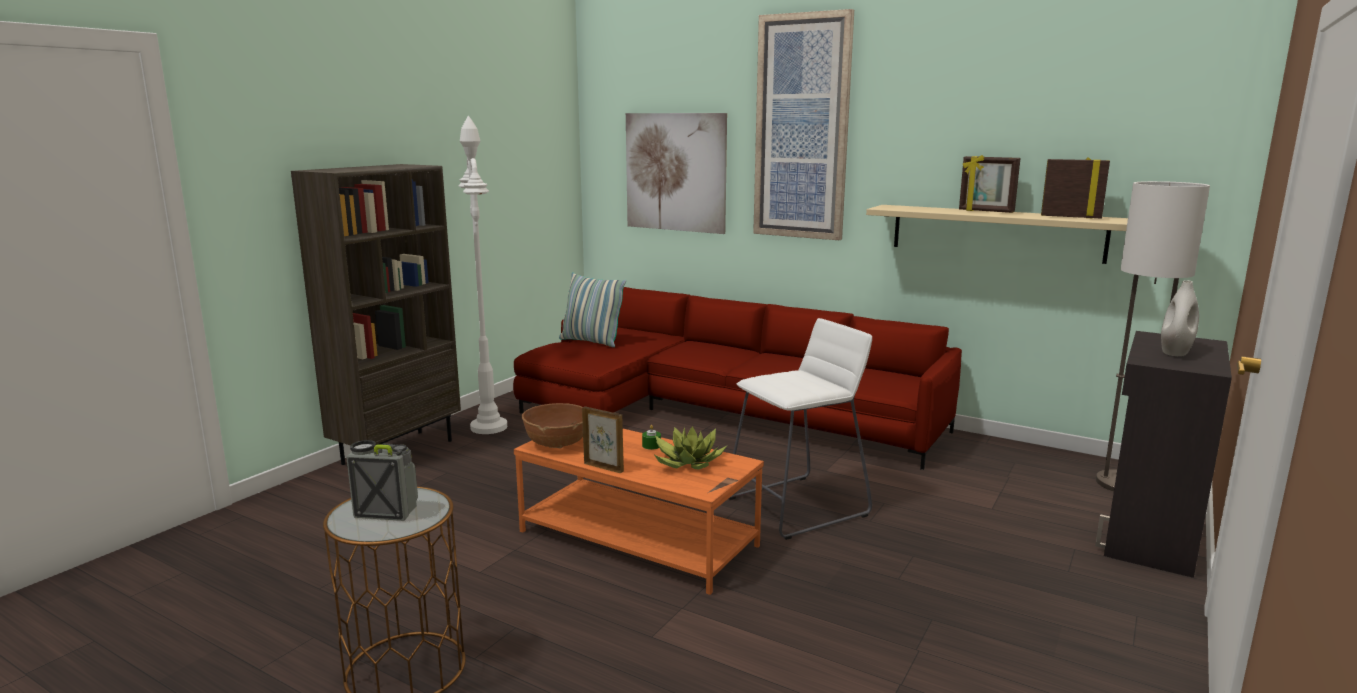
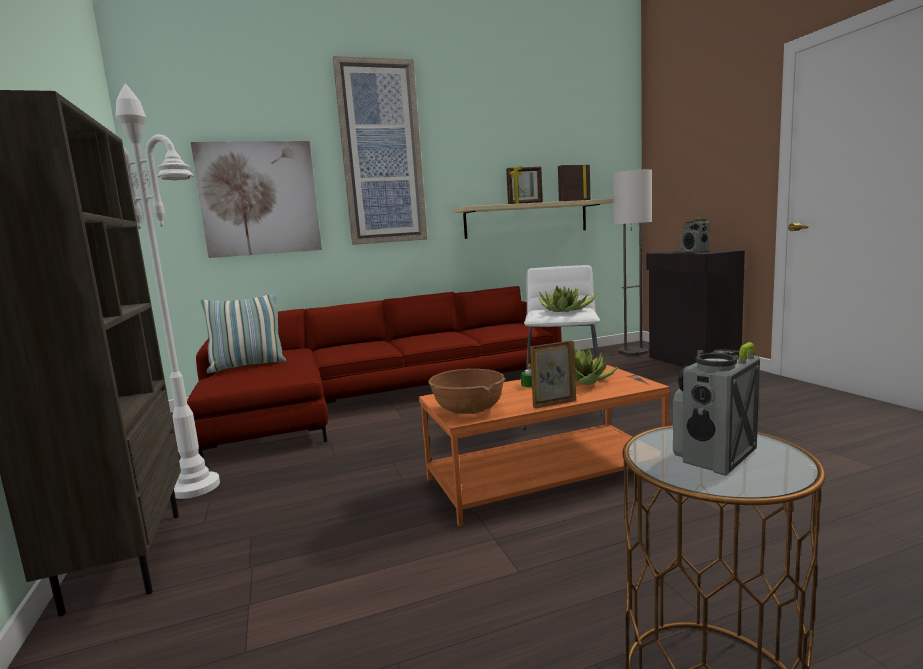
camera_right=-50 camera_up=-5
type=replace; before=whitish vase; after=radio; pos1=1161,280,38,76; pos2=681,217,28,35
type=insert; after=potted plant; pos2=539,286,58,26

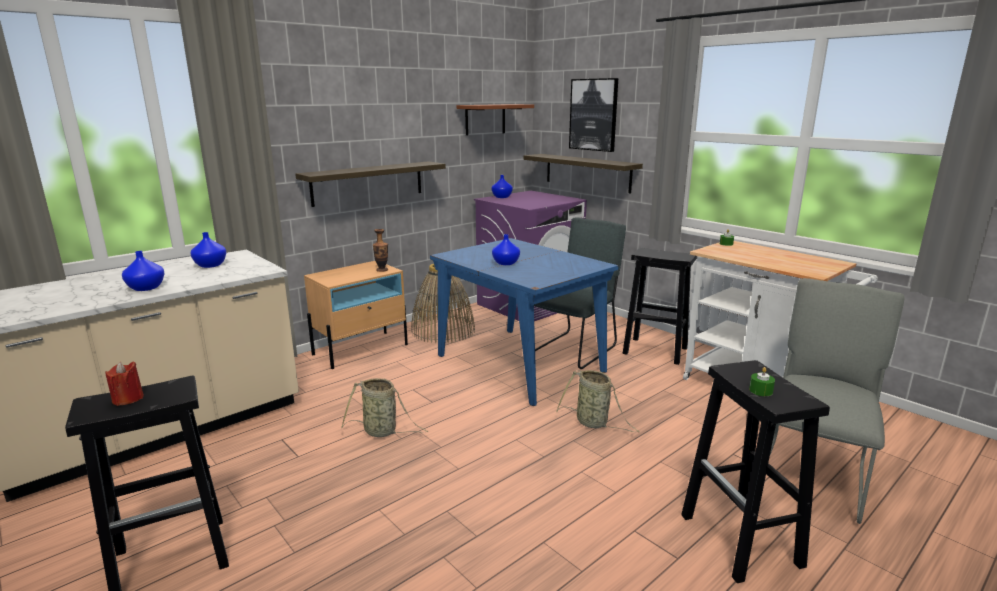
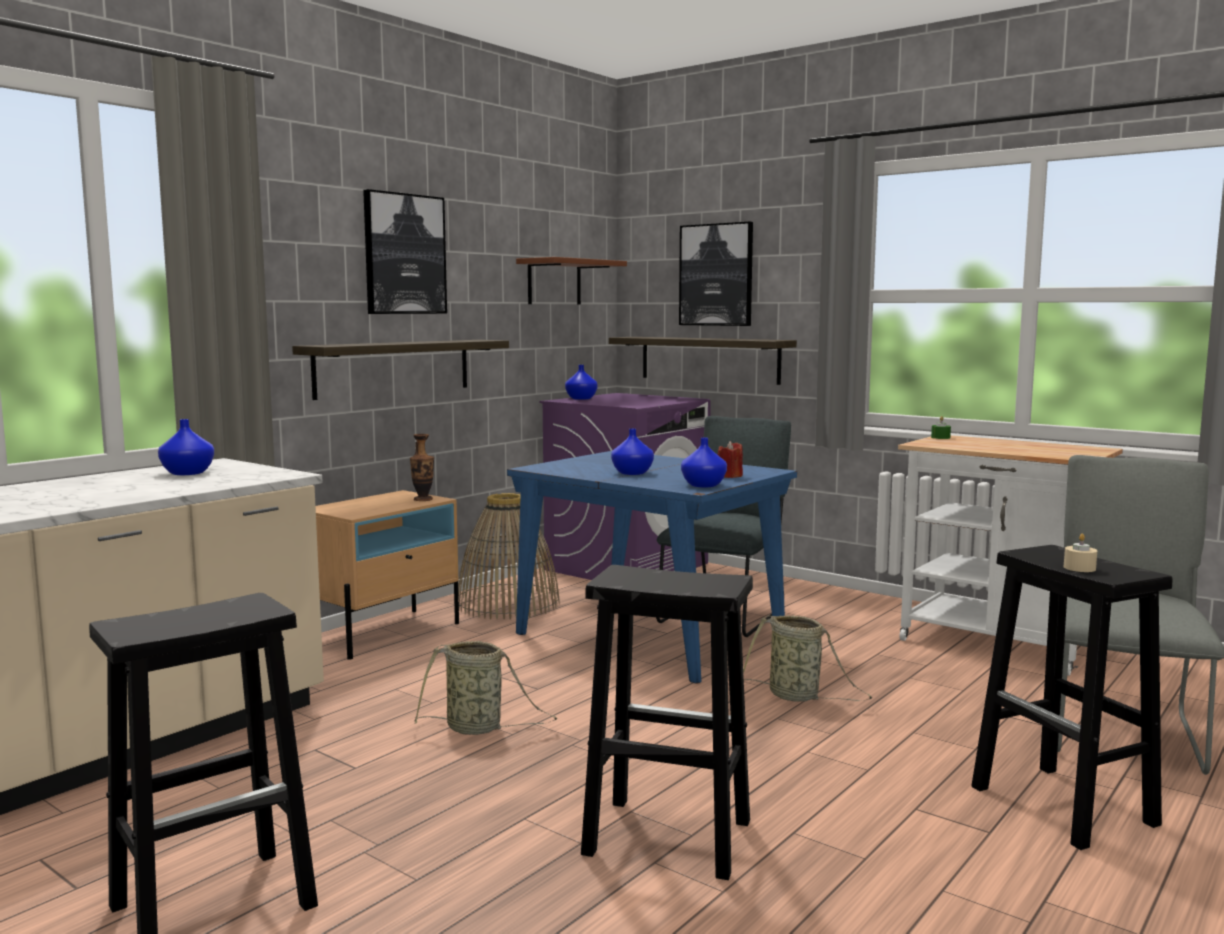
camera_right=-10 camera_up=-10
type=move; before=black-coloured stool seat; pos1=623,248,74,117; pos2=581,565,172,315
type=move; before=blue-coloured vase; pos1=122,251,42,40; pos2=681,438,46,50
type=move; before=red-coloured wax candle; pos1=105,361,39,45; pos2=717,441,26,37
type=recolor; before=green wax candle; after=beige wax candle; pos1=749,367,26,29; pos2=1064,534,33,38
type=insert; after=wall art; pos2=363,189,84,125

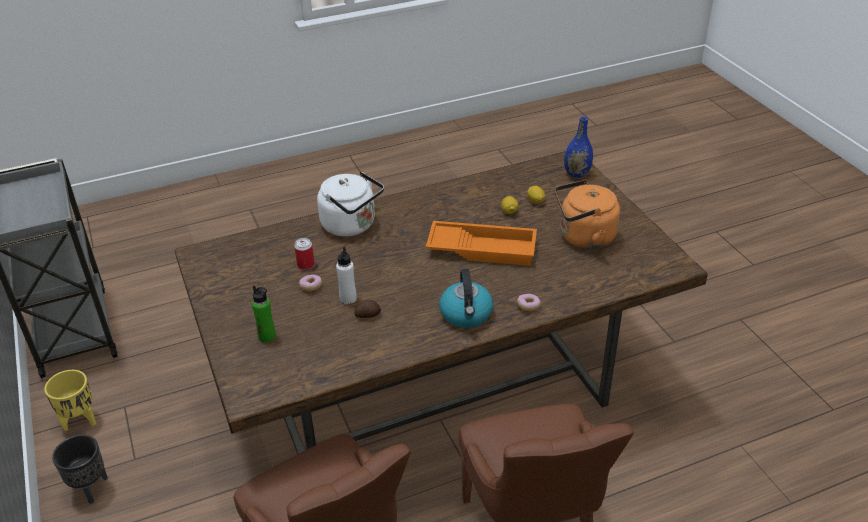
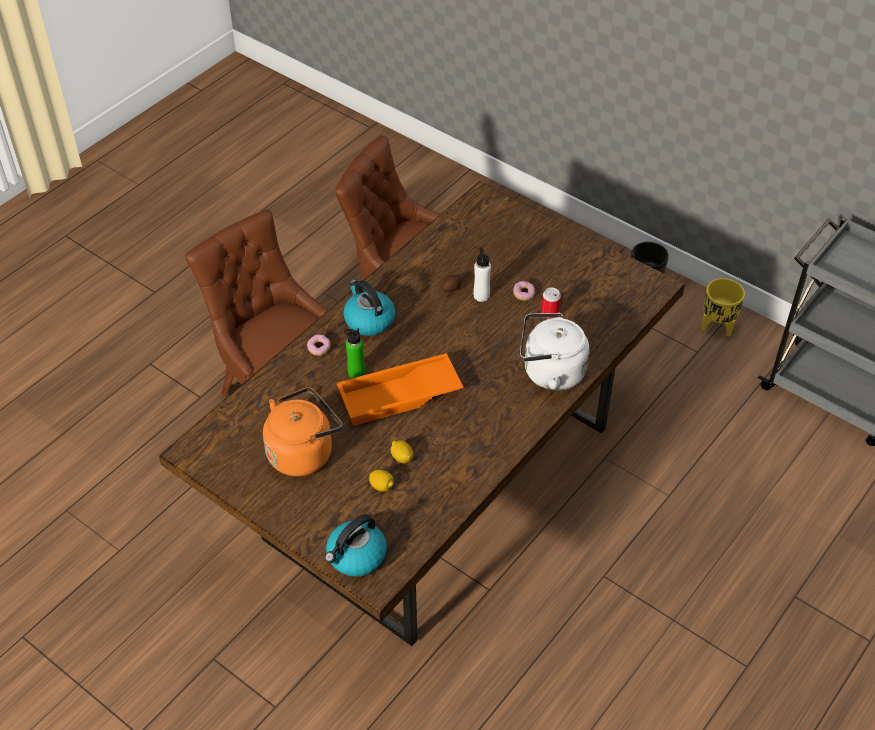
camera_right=150 camera_up=10
type=replace; before=blue-coloured vase; after=kettle; pos1=564,116,29,62; pos2=325,514,62,63
type=move; before=green bottle; pos1=252,285,24,58; pos2=344,329,21,49

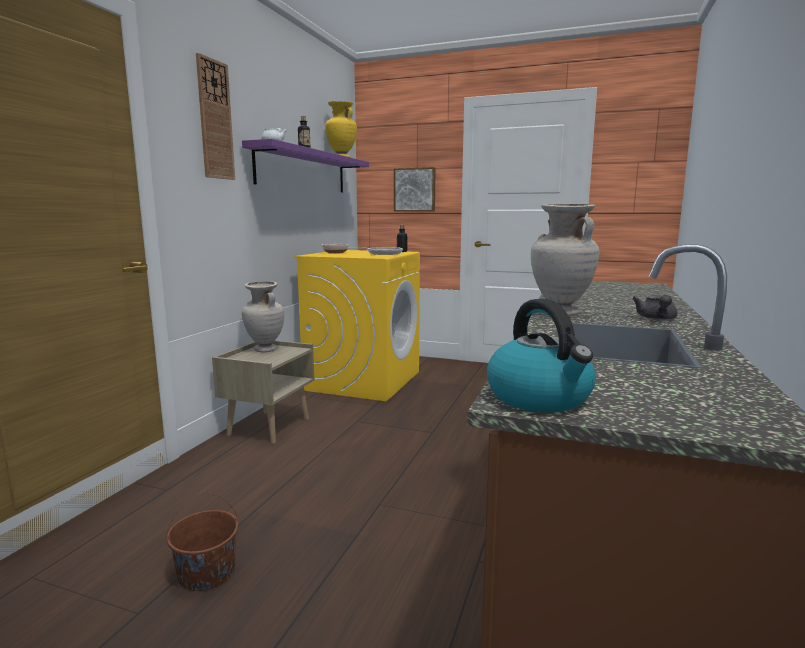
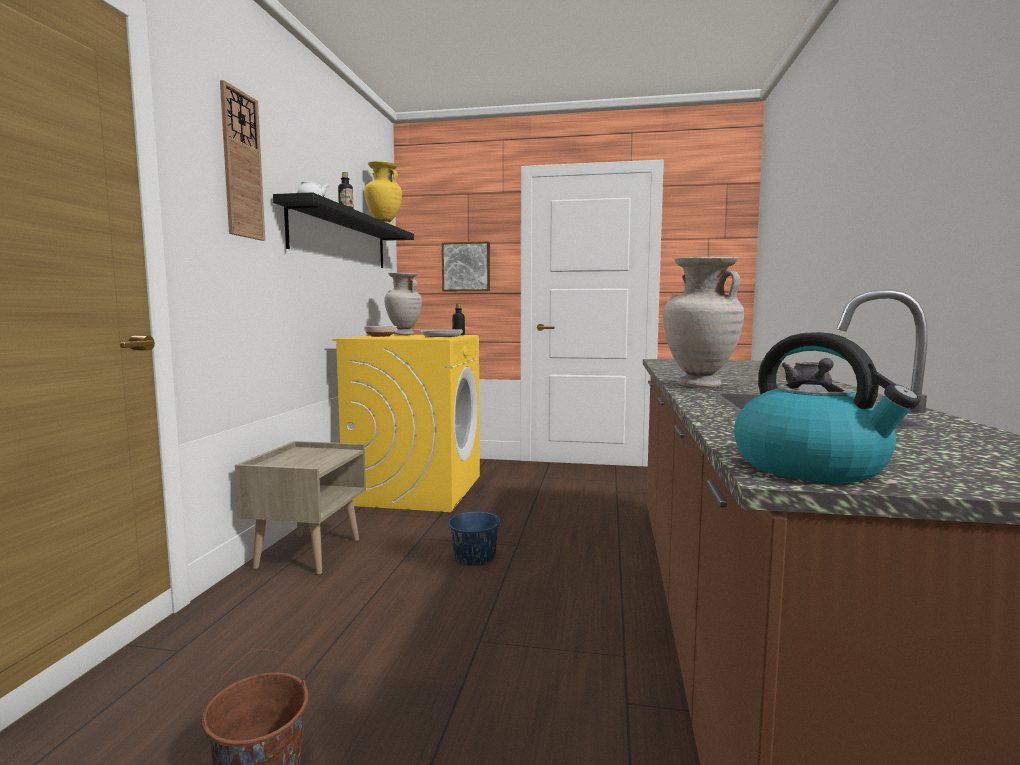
camera_right=-10 camera_up=-5
type=recolor; before=purple bracket shelf; after=black-coloured bracket shelf; pos1=242,139,127,53; pos2=273,192,141,76
type=move; before=beige vase; pos1=242,281,42,71; pos2=384,272,38,63
type=insert; after=blue-coloured water bucket; pos2=448,492,52,74

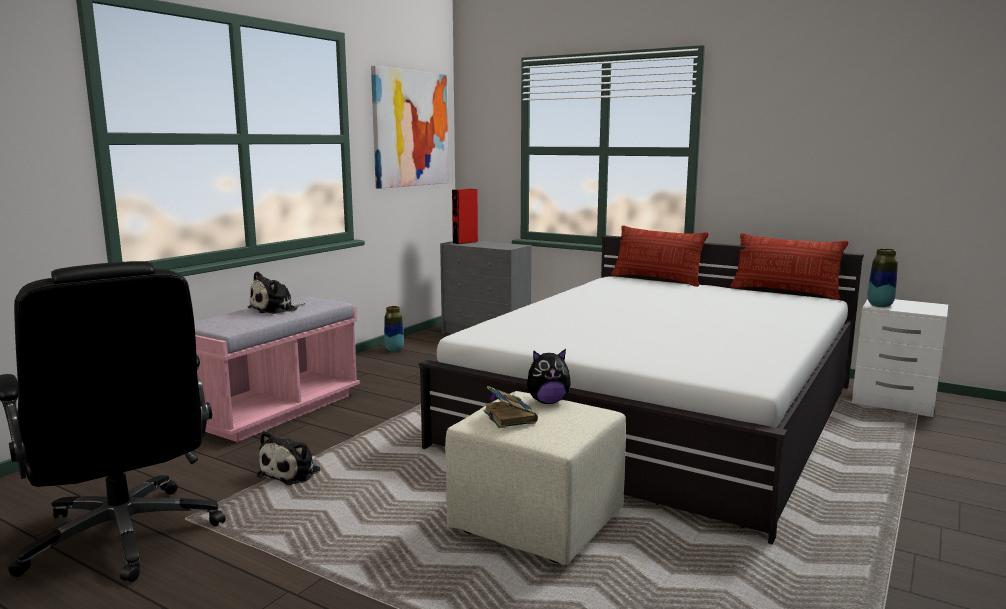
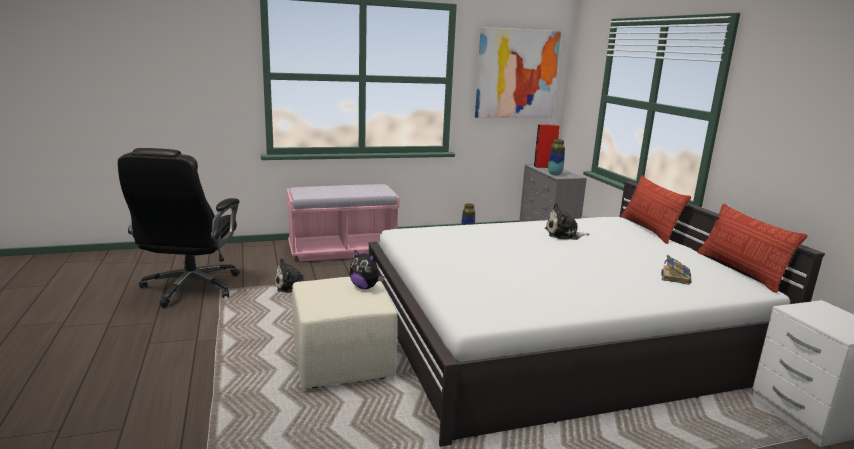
camera_right=40 camera_up=5
type=move; before=vase; pos1=867,248,31,59; pos2=548,139,17,36
type=move; before=soft toy; pos1=247,271,58,43; pos2=545,203,44,37
type=move; before=bound book; pos1=483,386,55,42; pos2=661,254,30,31

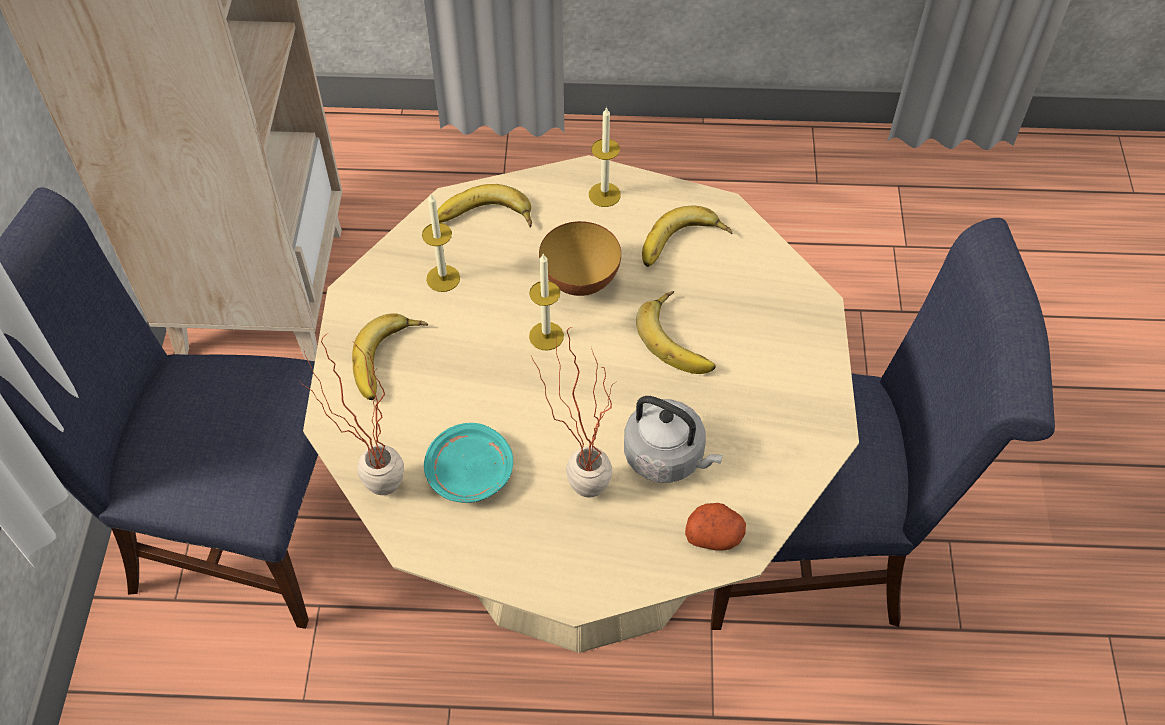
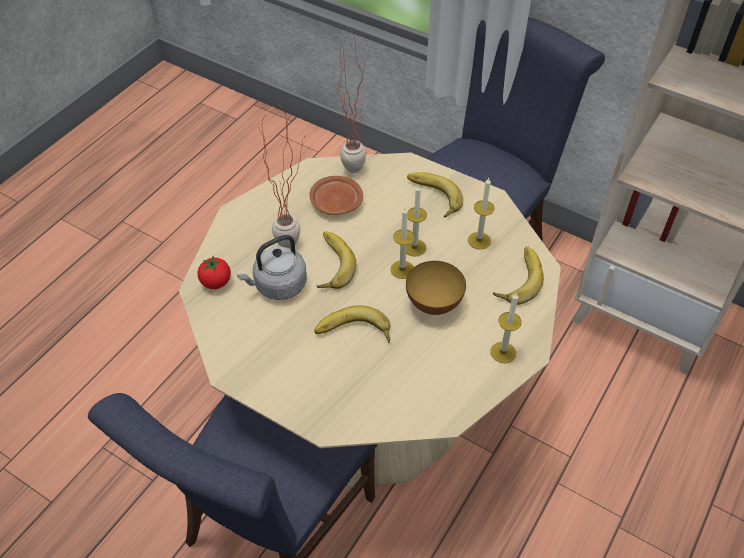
camera_right=120 camera_up=-5
type=move; before=banana fruit; pos1=642,205,90,62; pos2=317,231,39,58
type=recolor; before=turquoise-coloured dinner plate; after=brownish dinner plate; pos1=424,423,89,80; pos2=310,176,53,39
type=replace; before=spud; after=fresh tomato; pos1=685,503,61,47; pos2=197,256,34,33
type=insert; after=wax candle; pos2=406,184,21,73

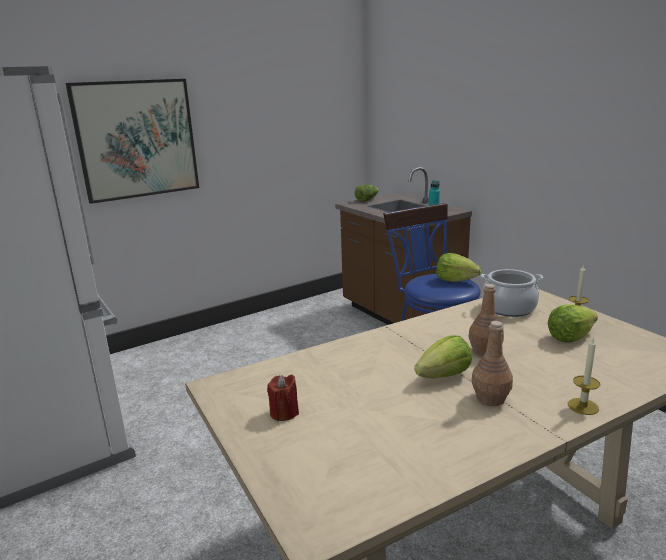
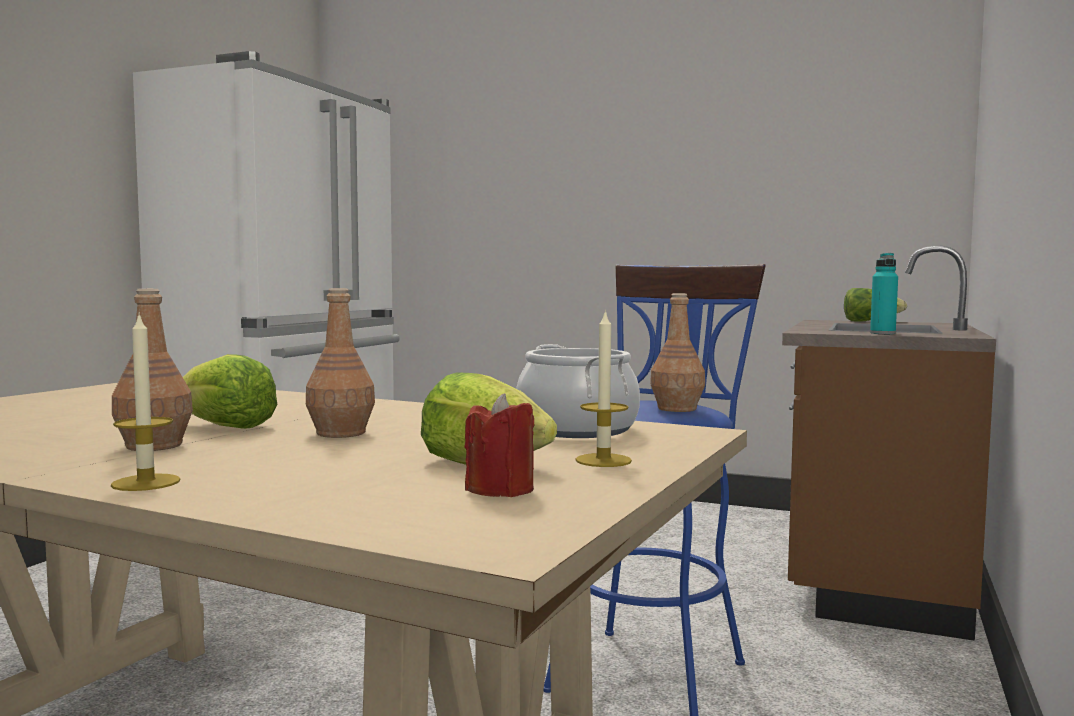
camera_right=55 camera_up=-15
type=delete; before=wall art; pos1=66,79,133,125
type=replace; before=lettuce head; after=brownish bottle; pos1=436,253,45,29; pos2=650,293,55,119
type=move; before=red-coloured wax candle; pos1=267,375,32,46; pos2=464,393,70,104

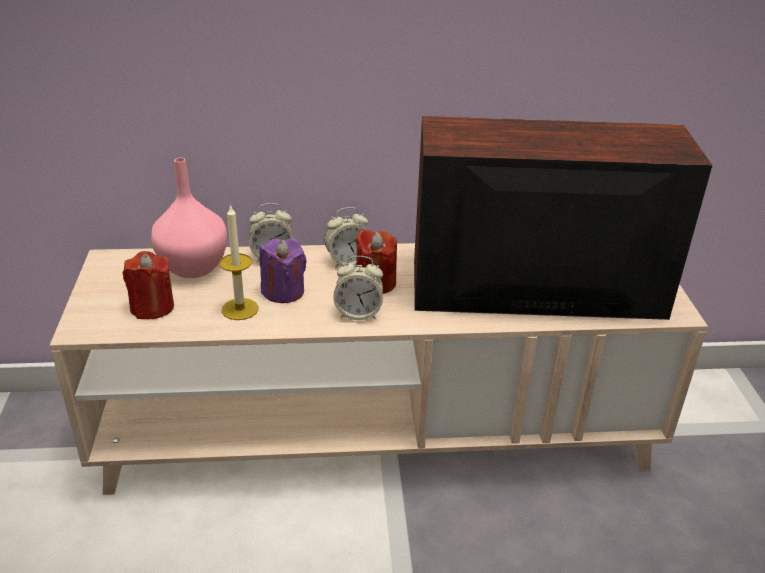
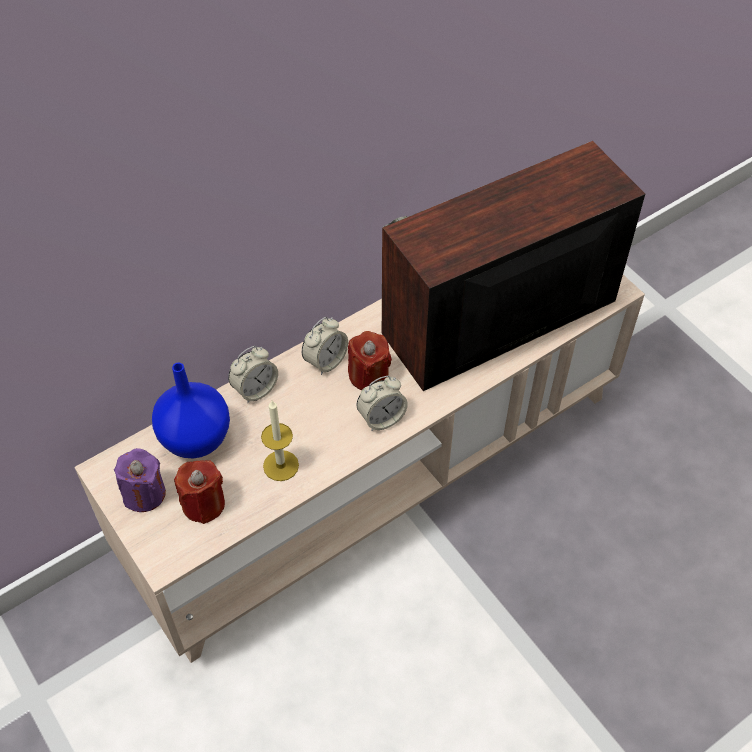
camera_right=-30 camera_up=20
type=recolor; before=pink vase; after=blue-coloured vase; pos1=151,158,76,120; pos2=152,363,78,95
type=move; before=purple wax candle; pos1=259,238,48,65; pos2=114,448,52,64

